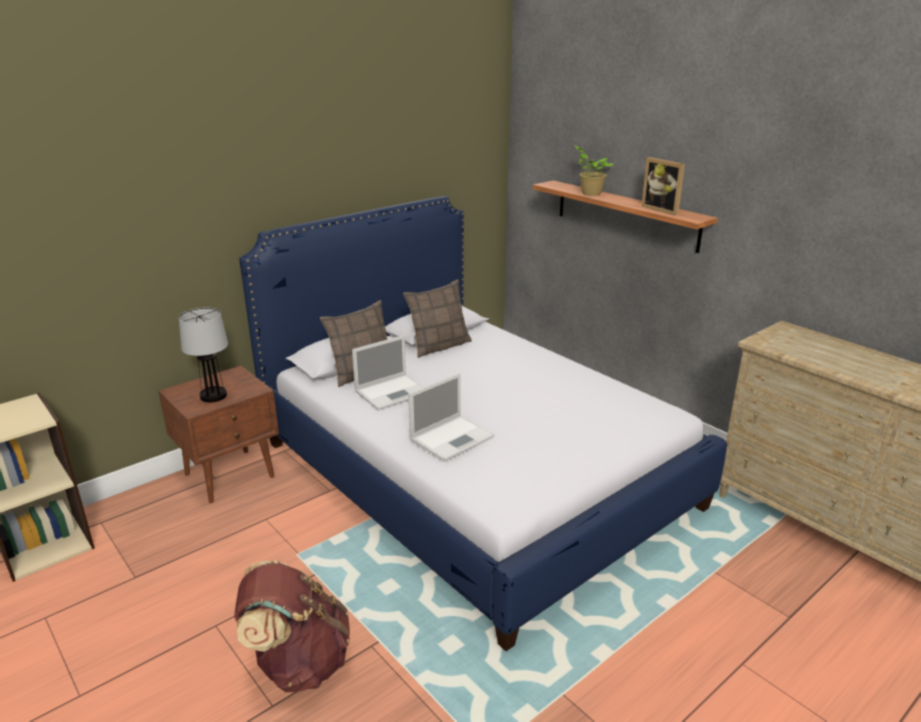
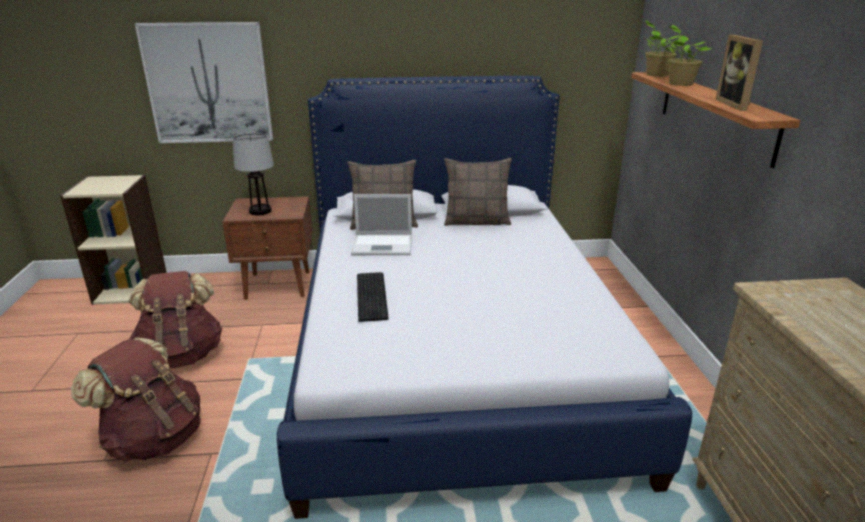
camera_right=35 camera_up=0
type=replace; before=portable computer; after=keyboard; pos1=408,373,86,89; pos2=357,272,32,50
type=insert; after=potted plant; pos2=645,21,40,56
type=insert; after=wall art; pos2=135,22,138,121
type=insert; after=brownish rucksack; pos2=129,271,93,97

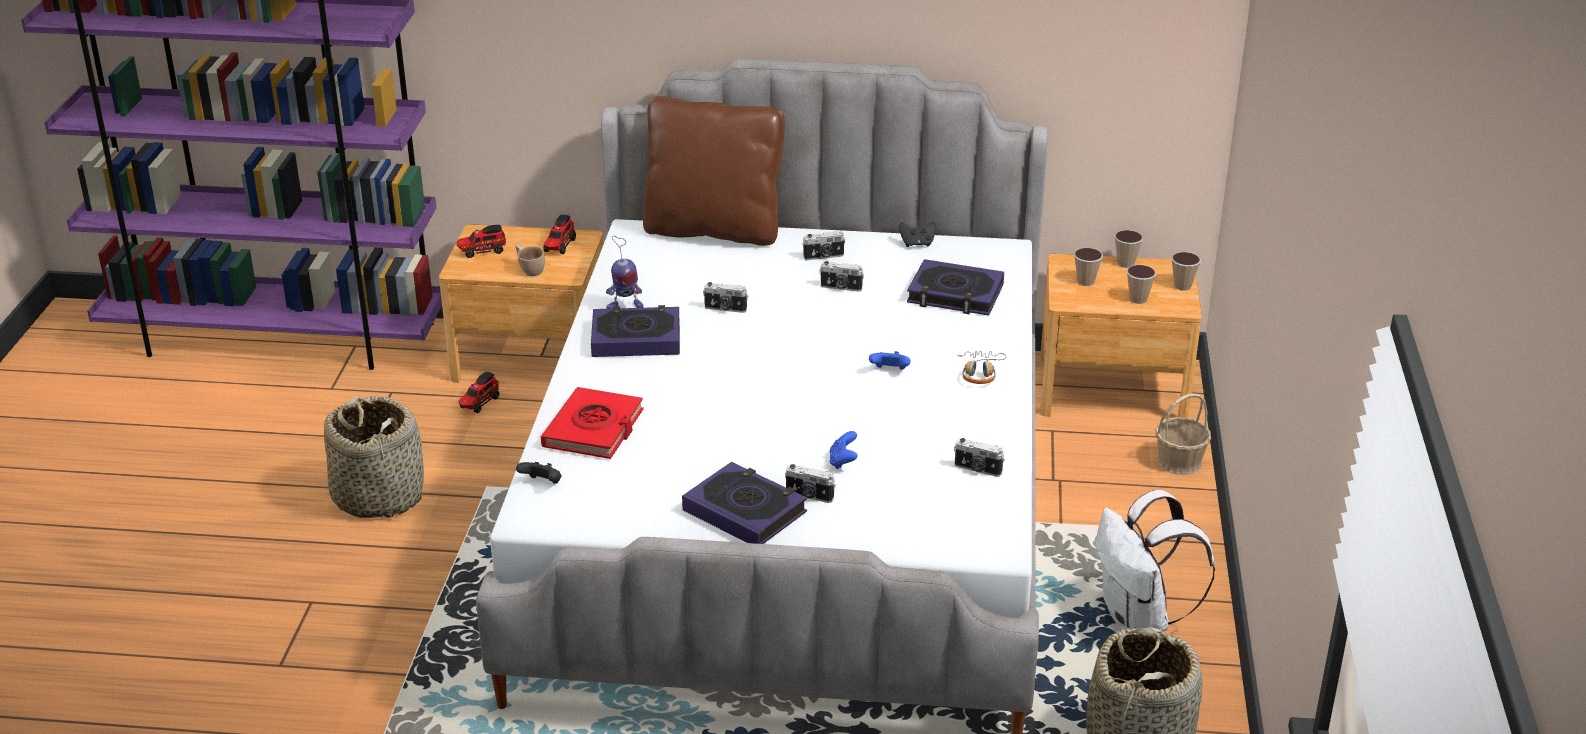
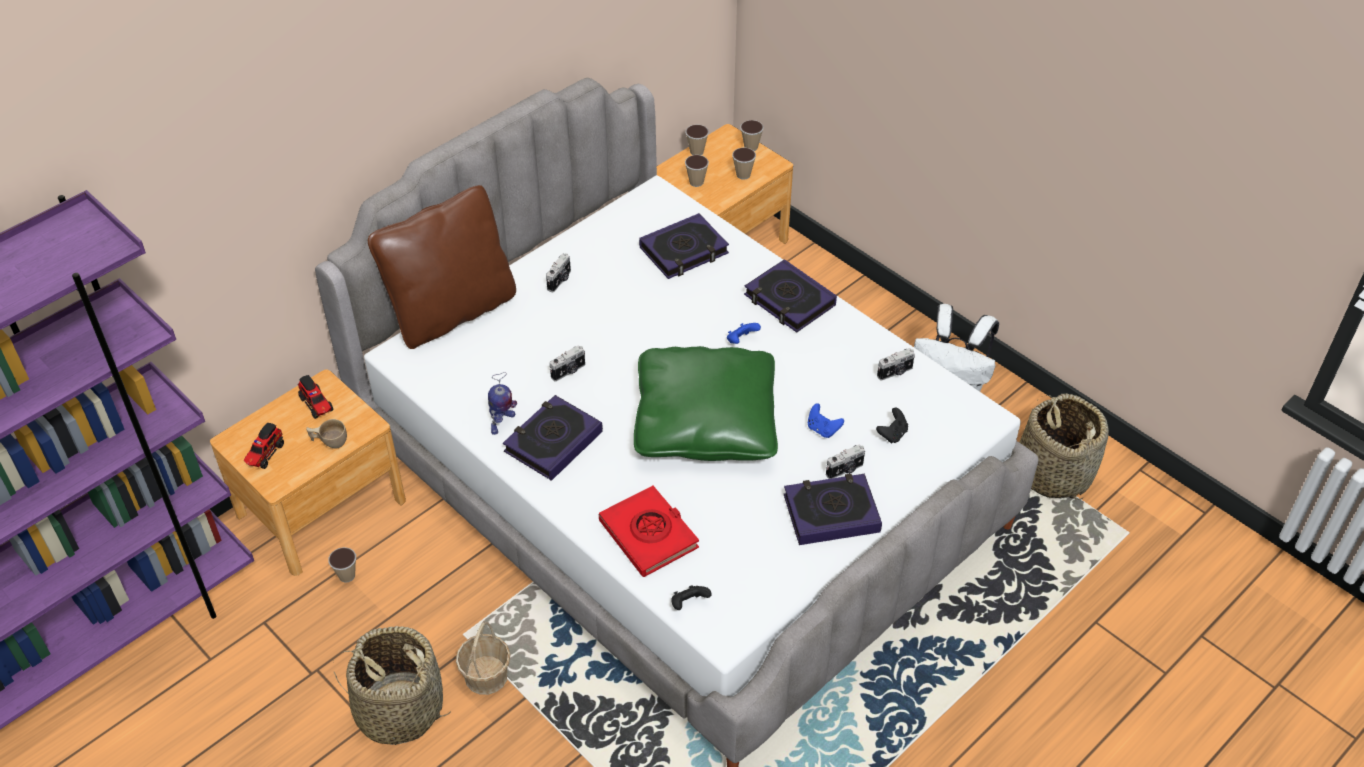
camera_right=-50 camera_up=15
type=move; before=black-coloured joypad; pos1=899,222,37,25; pos2=876,408,32,36
type=delete; before=photo camera; pos1=819,261,45,31
type=replace; before=pair of headphones; after=bound book; pos1=957,351,49,33; pos2=744,259,93,74
type=replace; before=toy truck; after=cup; pos1=459,372,40,41; pos2=328,547,28,36
type=move; before=basket; pos1=1155,393,56,82; pos2=456,621,54,74
type=insert; after=green throw pillow; pos2=634,346,144,115

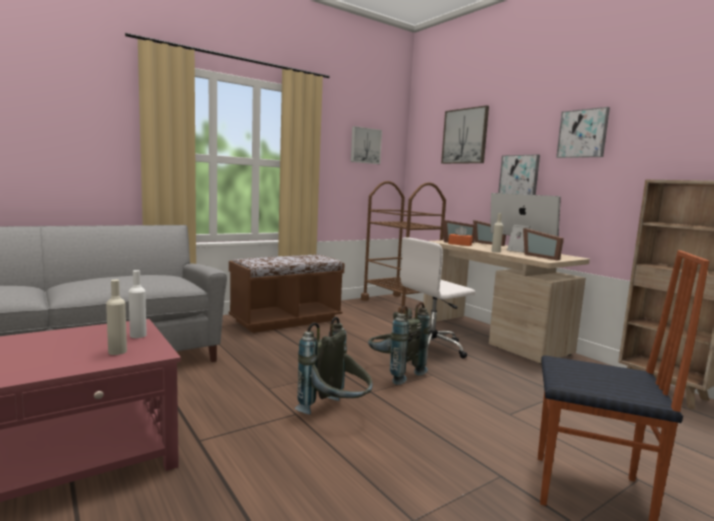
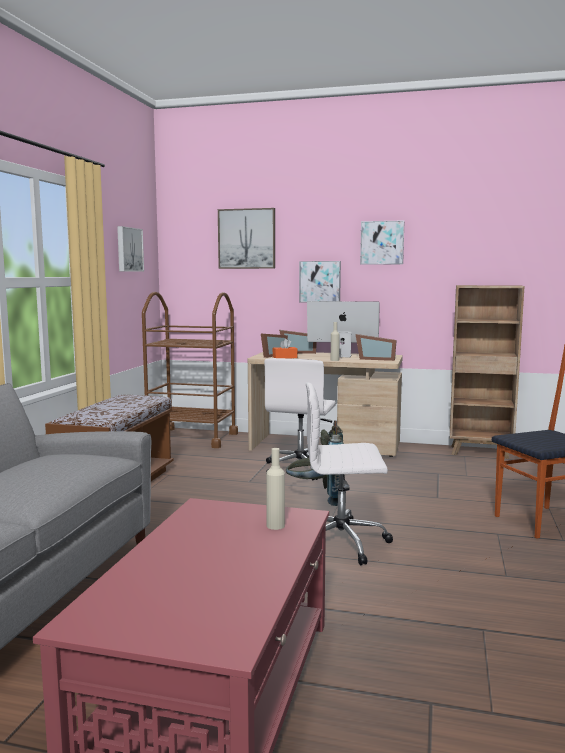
camera_right=-40 camera_up=0
type=delete; before=whitish bottle; pos1=129,270,18,68
type=replace; before=grey rucksack; after=whitish desk chair; pos1=295,317,78,98; pos2=306,382,87,183

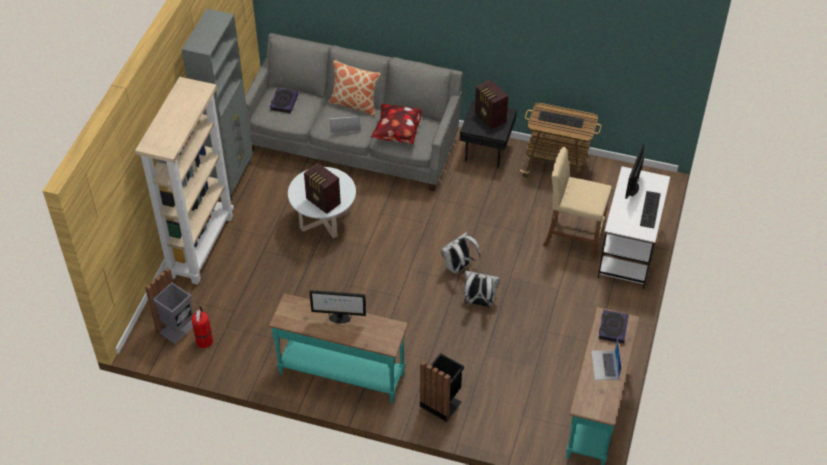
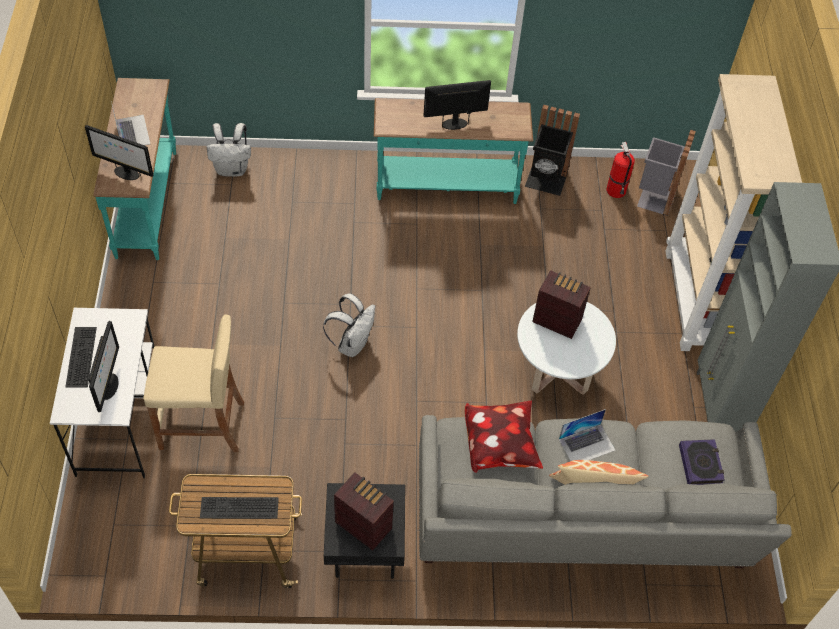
camera_right=160 camera_up=5
type=move; before=whitish rucksack; pos1=464,271,36,37; pos2=207,123,44,54
type=replace; before=bound book; after=monitor; pos1=598,310,31,34; pos2=85,125,68,55
type=move; before=black-coloured rubbish bin; pos1=420,353,44,69; pos2=525,104,55,92

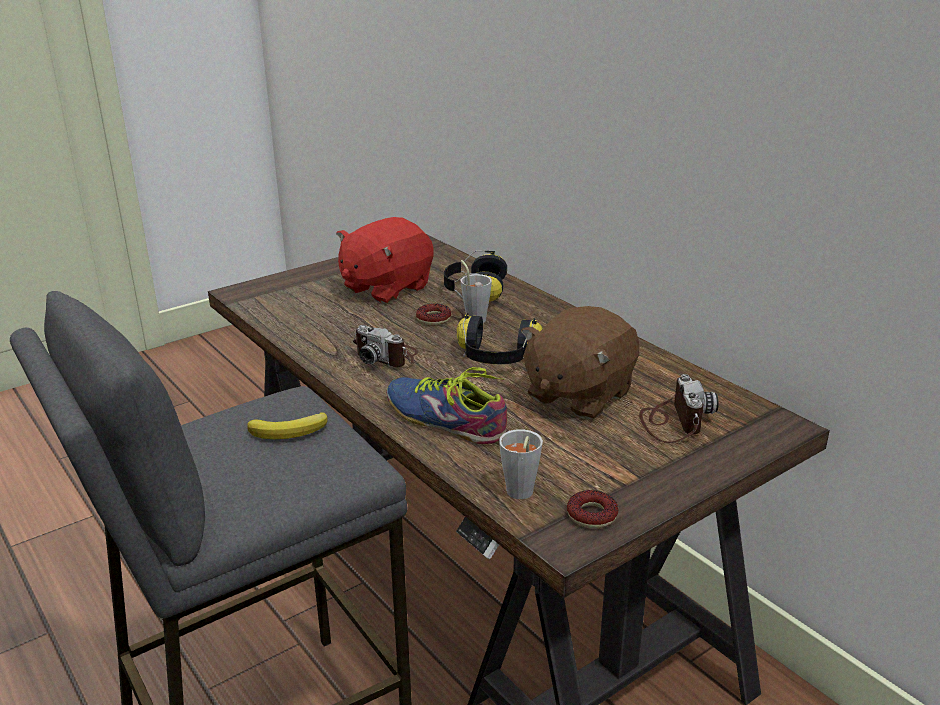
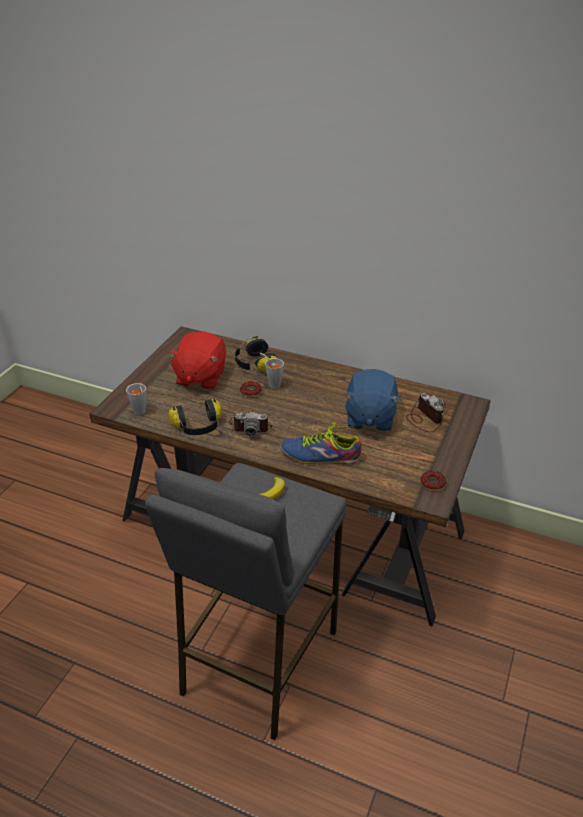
camera_right=-30 camera_up=10
type=recolor; before=brownish soft toy; after=blue-coloured soft toy; pos1=521,306,119,113; pos2=343,369,58,63
type=move; before=pair of headphones; pos1=457,313,86,51; pos2=168,398,54,37
type=move; before=grey cup; pos1=499,429,44,70; pos2=126,383,20,32

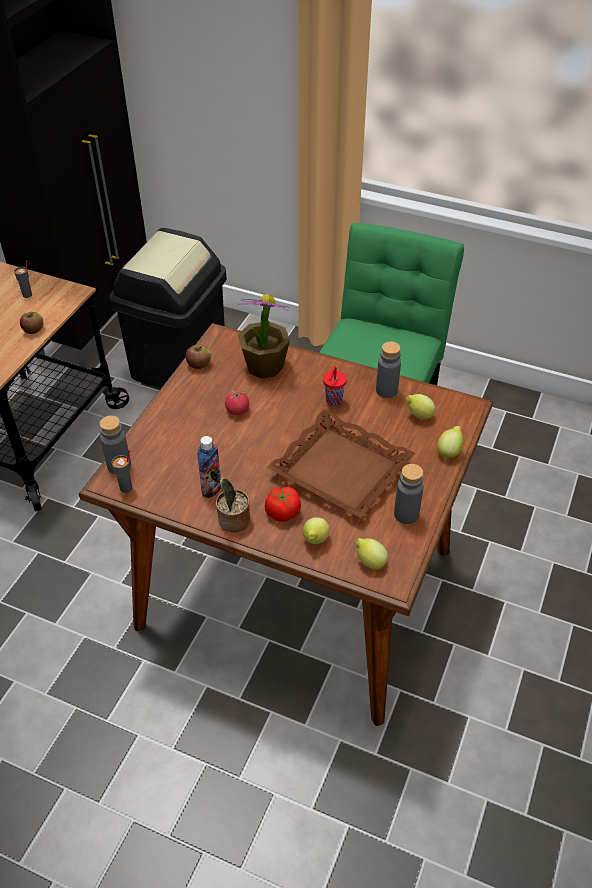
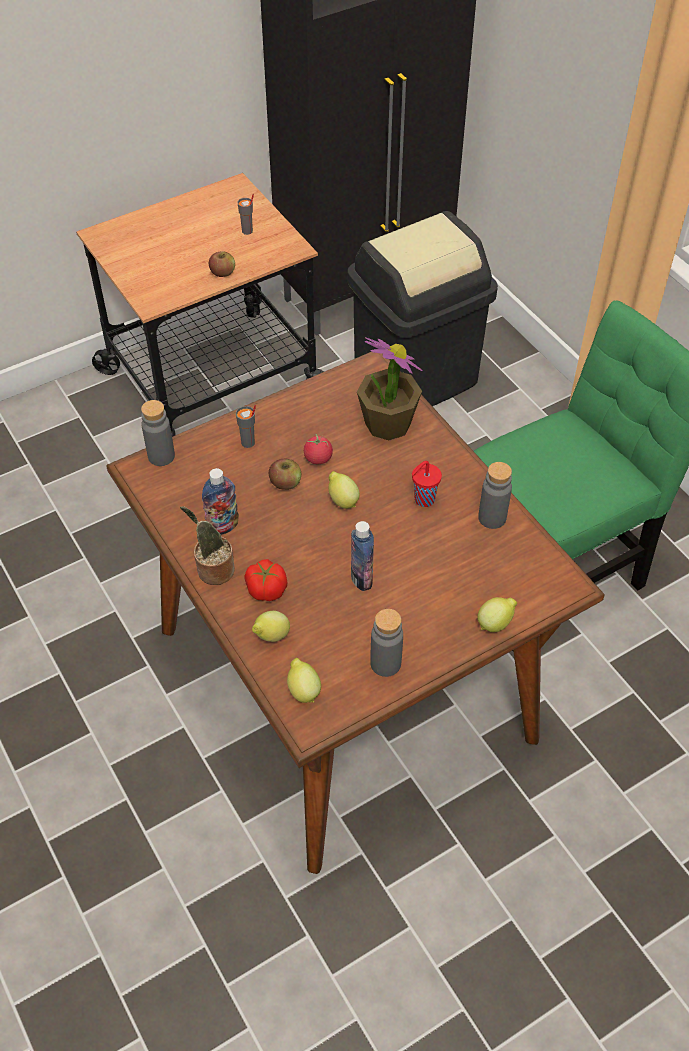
camera_right=35 camera_up=5
type=move; before=apple; pos1=186,344,25,25; pos2=269,459,32,31
type=move; before=lemon; pos1=406,394,29,26; pos2=329,471,31,38
type=replace; before=brownish carrying tray; after=bottle; pos1=267,409,148,109; pos2=351,521,23,70
type=move; before=grey cup; pos1=111,450,21,43; pos2=236,405,20,43

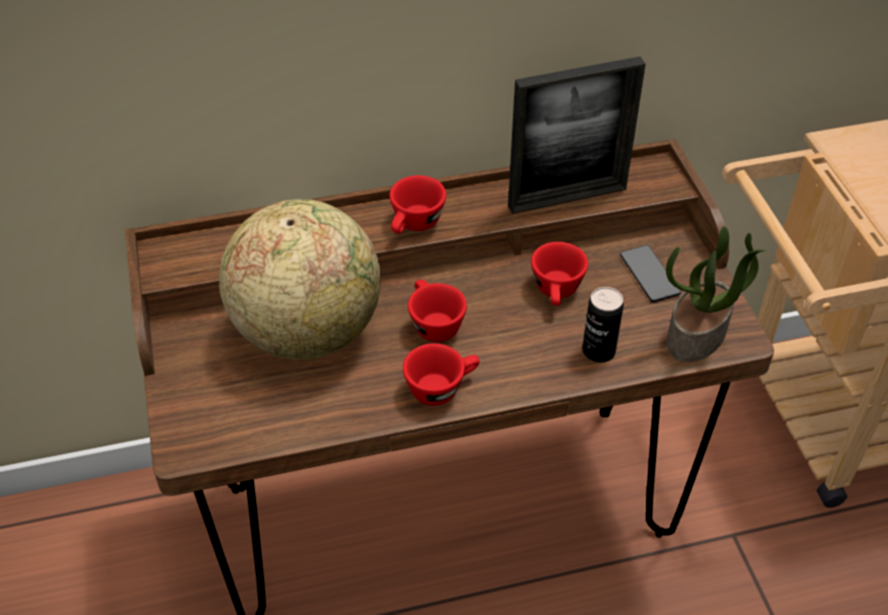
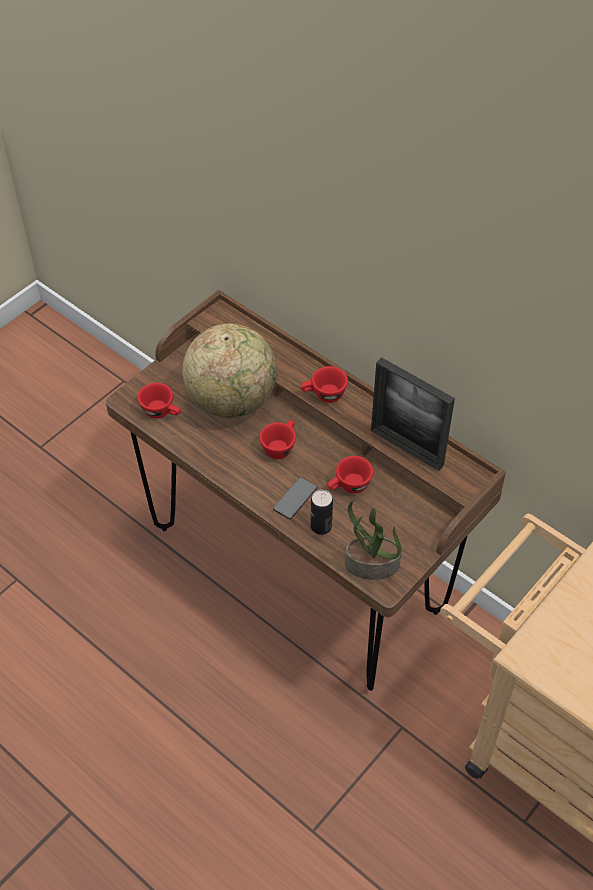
camera_right=55 camera_up=5
type=move; before=phone; pos1=620,245,61,57; pos2=273,477,45,42
type=move; before=red-coloured cup; pos1=403,343,77,63; pos2=138,383,43,35

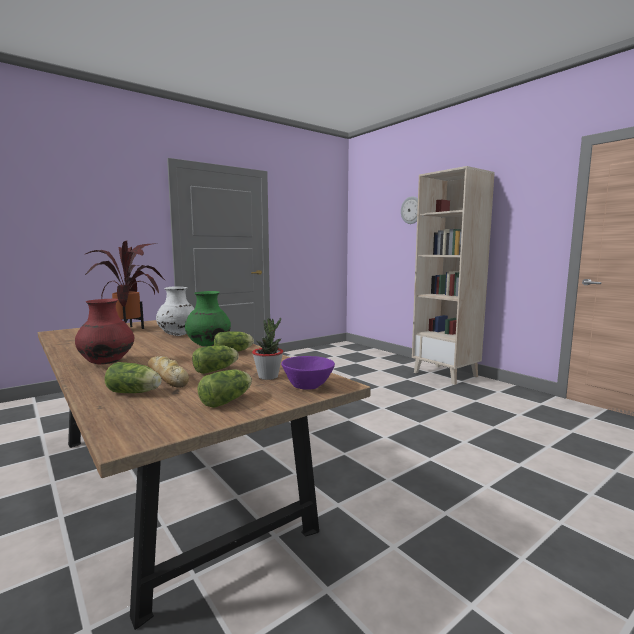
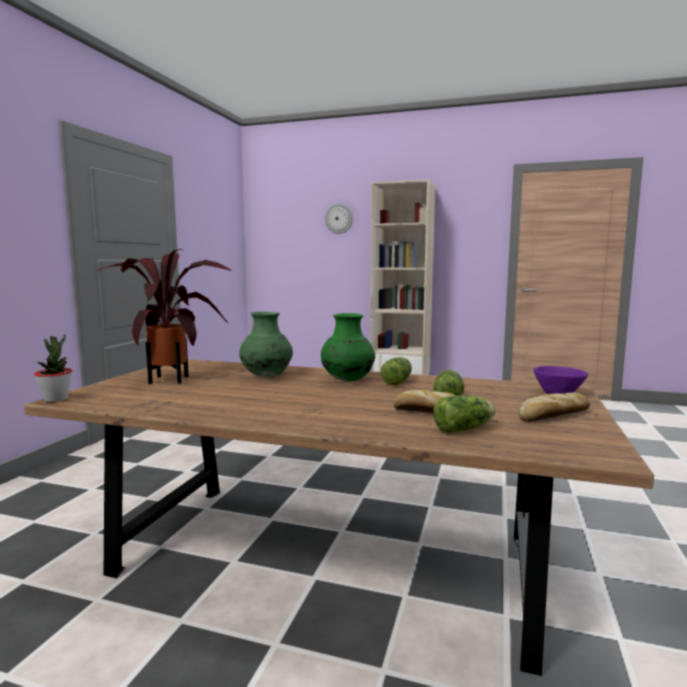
camera_right=-35 camera_up=0
type=recolor; before=whitish vase; after=green vase; pos1=156,286,38,50; pos2=239,312,54,65
type=delete; before=red-coloured vase; pos1=75,299,59,66
type=move; before=potted plant; pos1=252,317,31,63; pos2=34,335,38,67
type=replace; before=lettuce head; after=bakery bread; pos1=197,369,55,39; pos2=519,392,71,30

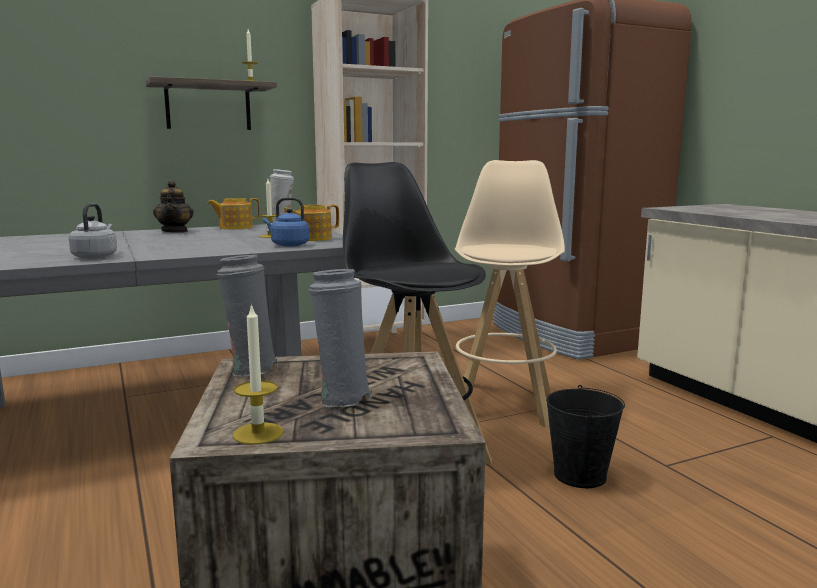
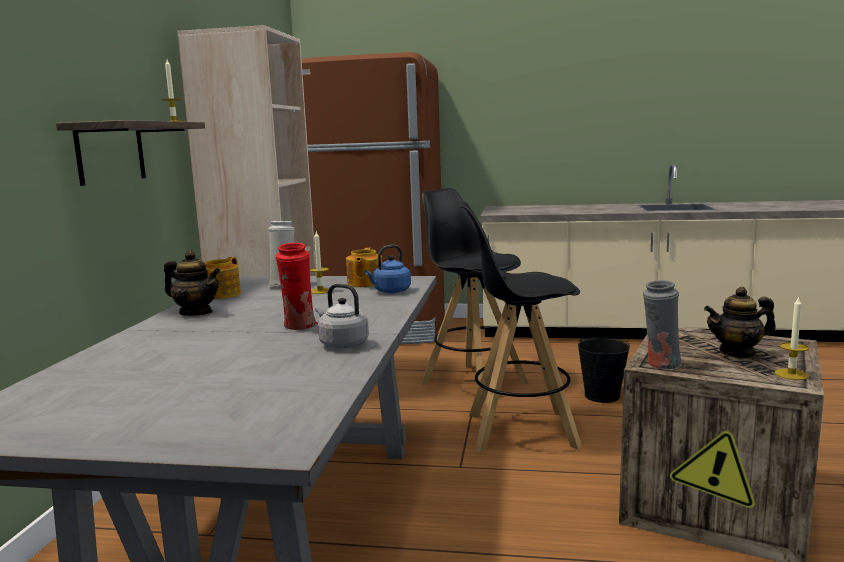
camera_right=-55 camera_up=0
type=recolor; before=beige stool seat; after=black-coloured stool seat; pos1=455,160,110,268; pos2=421,188,108,216
type=replace; before=grey vase; after=tea pot; pos1=309,269,63,138; pos2=704,287,72,72
type=insert; after=red-coloured vase; pos2=275,243,43,87

